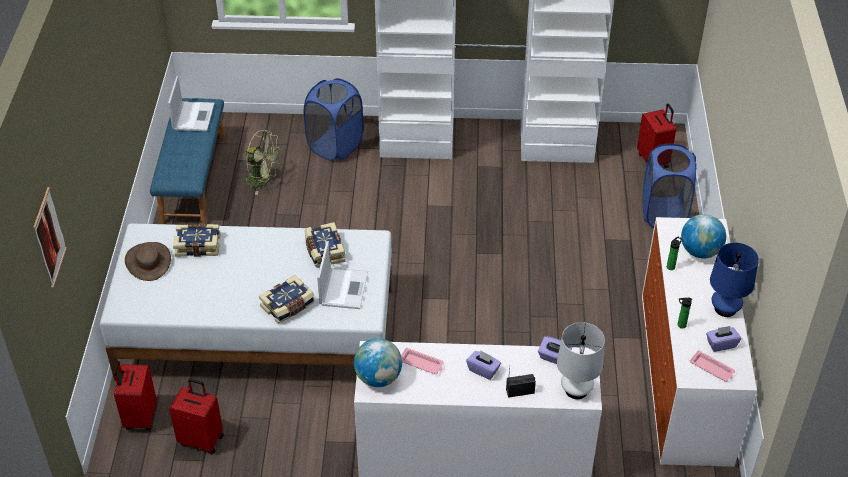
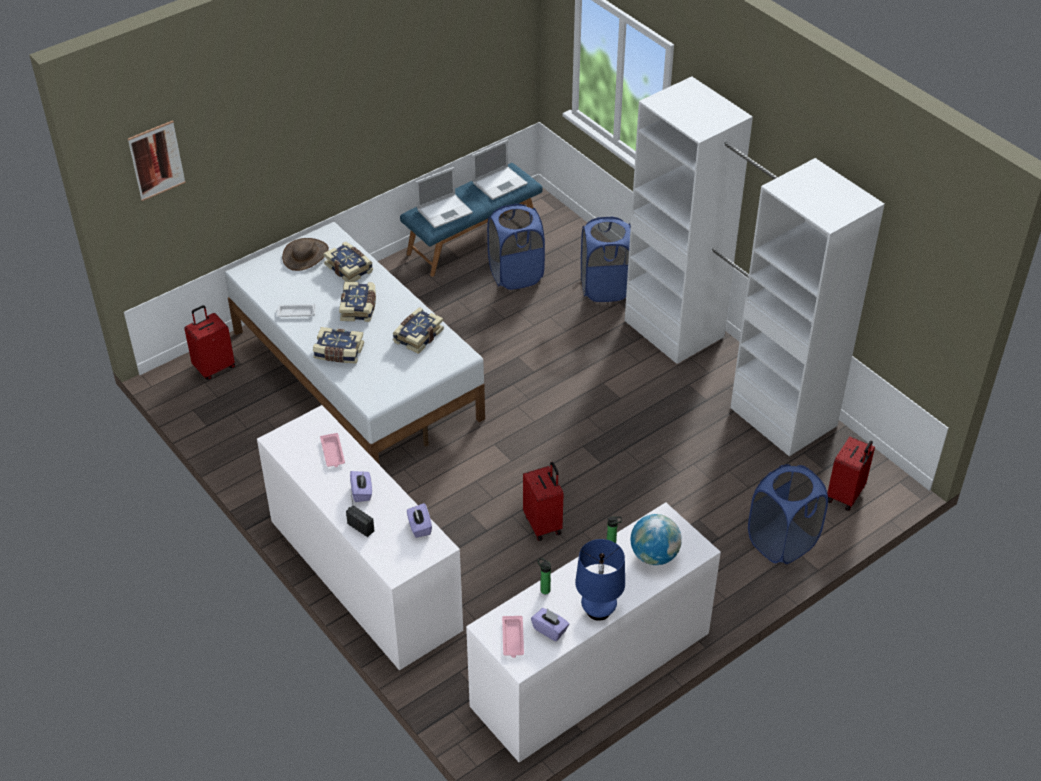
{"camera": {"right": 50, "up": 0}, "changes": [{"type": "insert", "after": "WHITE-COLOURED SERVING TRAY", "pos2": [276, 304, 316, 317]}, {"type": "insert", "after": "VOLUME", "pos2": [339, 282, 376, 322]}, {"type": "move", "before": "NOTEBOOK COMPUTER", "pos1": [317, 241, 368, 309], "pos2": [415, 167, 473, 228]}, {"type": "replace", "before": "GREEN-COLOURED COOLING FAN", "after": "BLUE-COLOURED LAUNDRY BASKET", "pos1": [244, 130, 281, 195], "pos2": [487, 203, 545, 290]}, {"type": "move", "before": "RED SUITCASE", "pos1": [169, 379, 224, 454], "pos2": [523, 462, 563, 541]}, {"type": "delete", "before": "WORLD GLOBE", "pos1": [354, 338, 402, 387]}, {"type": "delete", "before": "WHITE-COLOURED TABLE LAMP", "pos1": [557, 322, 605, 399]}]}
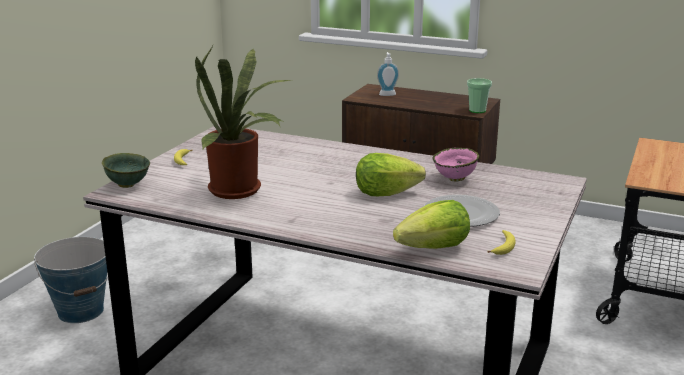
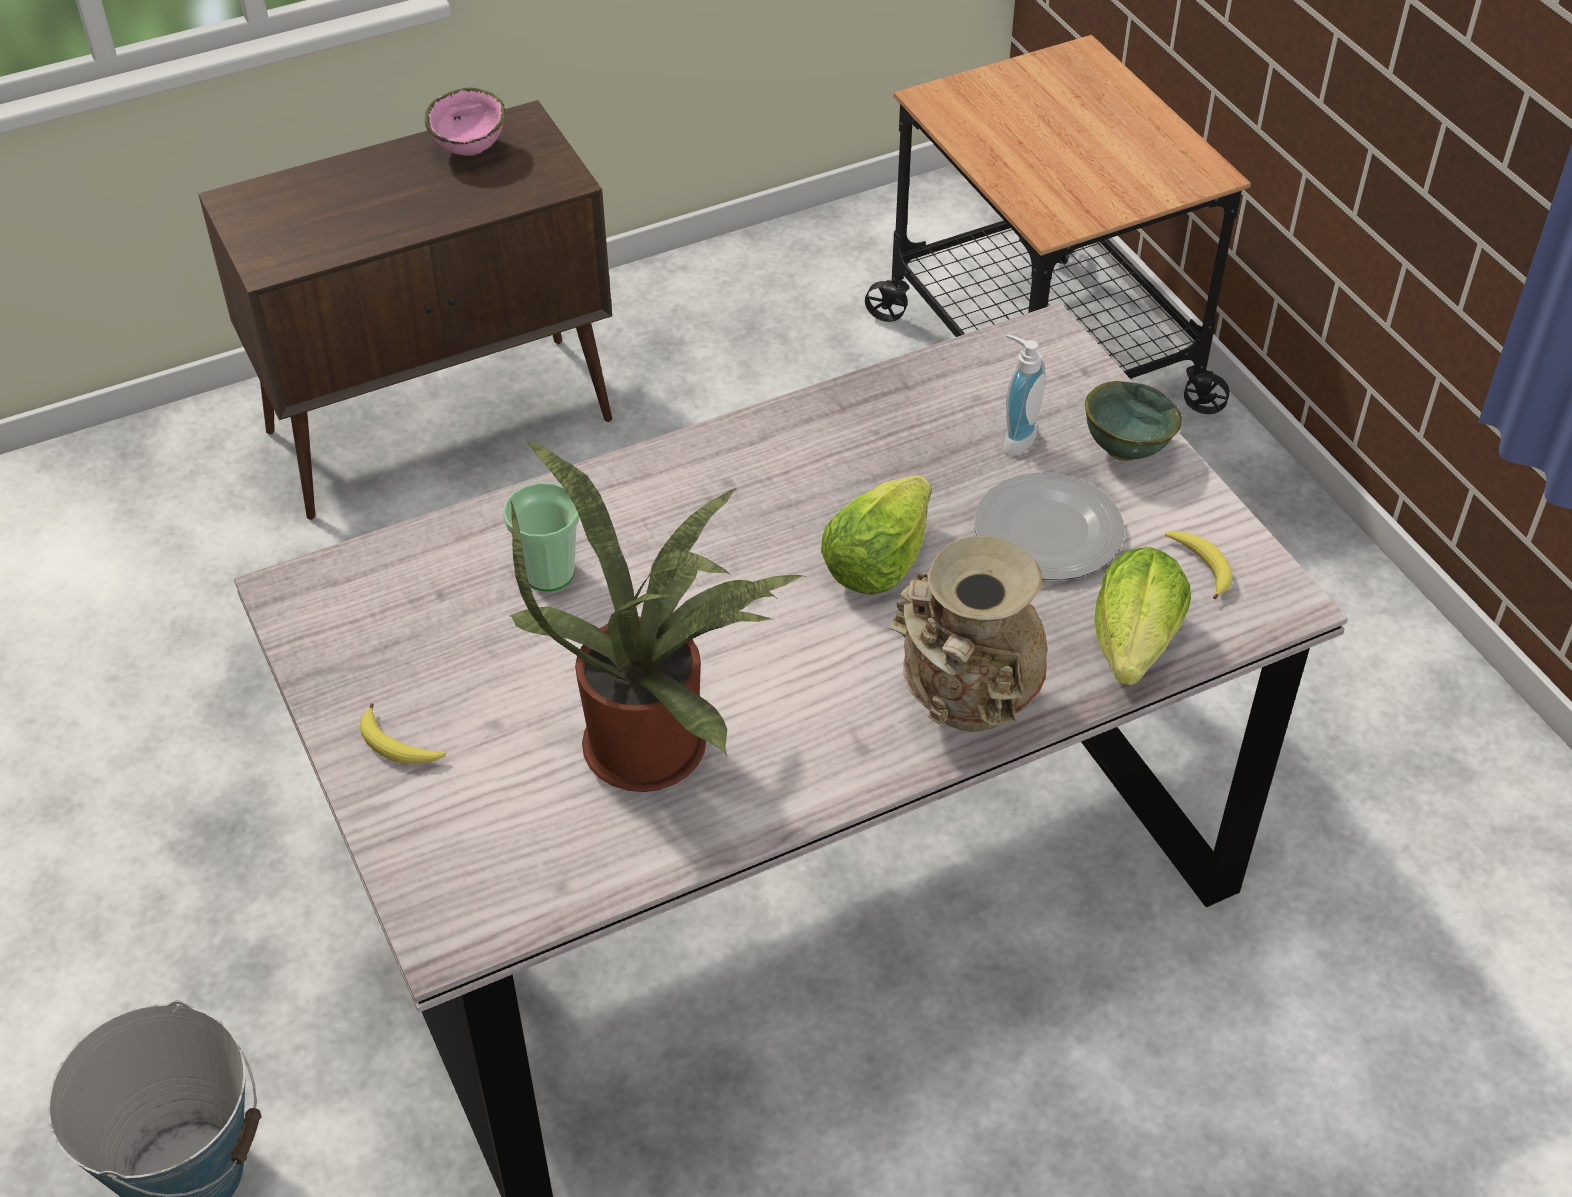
{"camera": {"right": -50, "up": 25}, "changes": [{"type": "move", "before": "PINK SERVING BOWL", "pos1": [433, 148, 479, 182], "pos2": [425, 88, 505, 156]}, {"type": "move", "before": "CUP", "pos1": [467, 78, 492, 113], "pos2": [503, 482, 580, 592]}, {"type": "insert", "after": "BEIGE-COLOURED DECORATIVE VASE", "pos2": [888, 536, 1047, 732]}, {"type": "move", "before": "SOAP BOTTLE", "pos1": [377, 52, 399, 96], "pos2": [1003, 335, 1046, 456]}, {"type": "move", "before": "GREEN-COLOURED SERVING BOWL", "pos1": [102, 153, 150, 188], "pos2": [1085, 381, 1182, 461]}]}
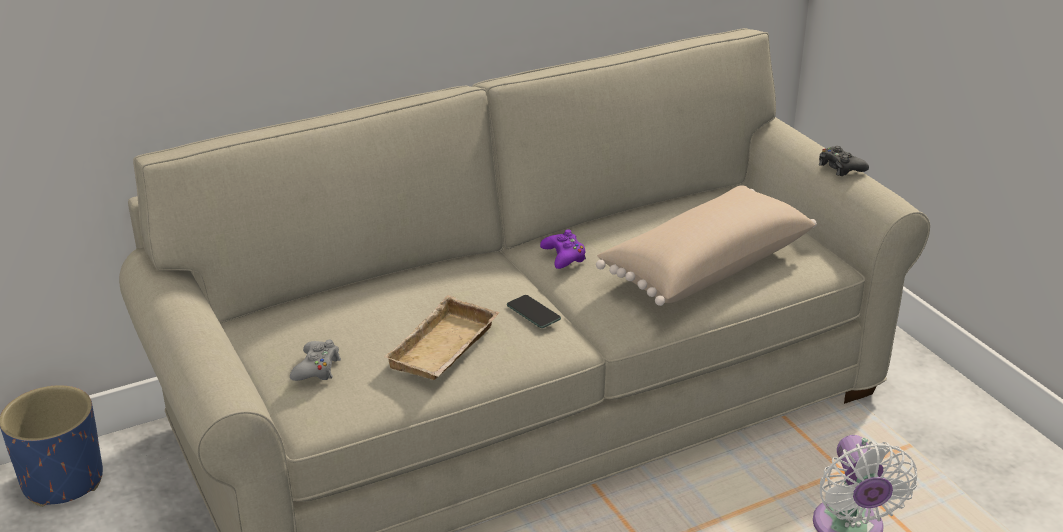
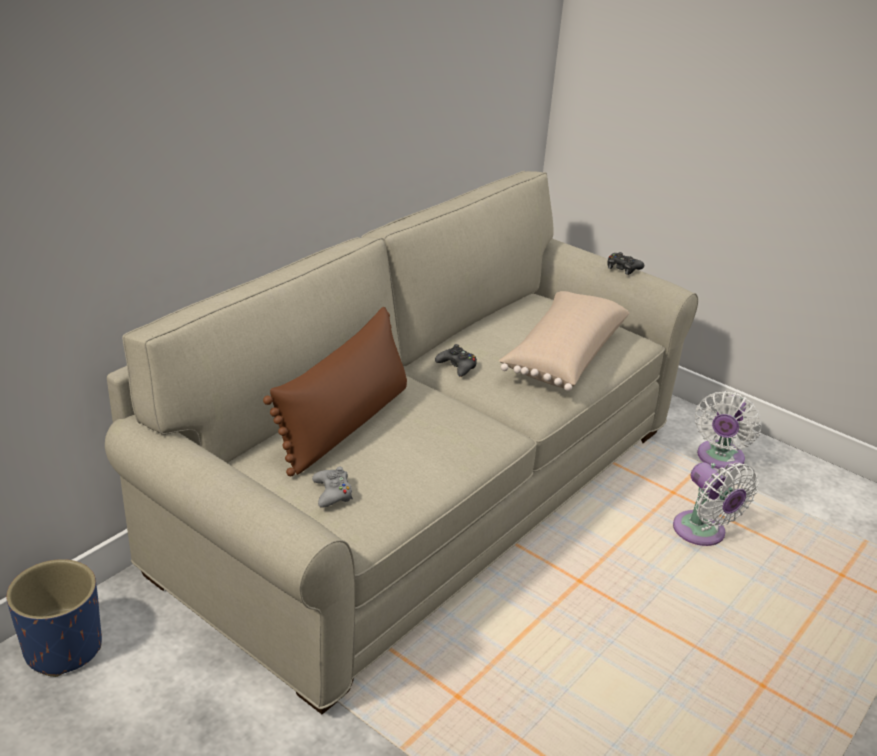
{"camera": {"right": -25, "up": 0}, "changes": [{"type": "insert", "after": "BROWNISH CUSHION", "pos2": [263, 307, 407, 476]}, {"type": "recolor", "before": "PURPLE-COLOURED GAME CONTROLLER", "after": "BLACK GAME CONTROLLER", "pos1": [540, 230, 586, 269], "pos2": [435, 344, 477, 377]}, {"type": "insert", "after": "WHITE-COLOURED COOLING FAN", "pos2": [695, 391, 762, 470]}, {"type": "delete", "before": "BEIGE-COLOURED SERVING TRAY", "pos1": [384, 295, 500, 380]}, {"type": "delete", "before": "PHONE", "pos1": [507, 295, 561, 328]}]}
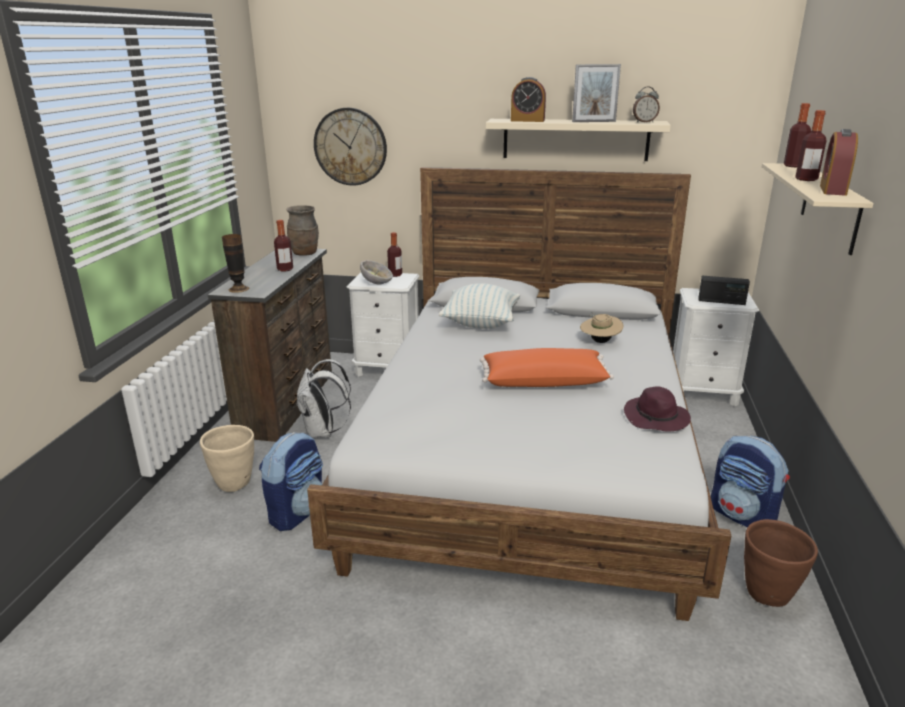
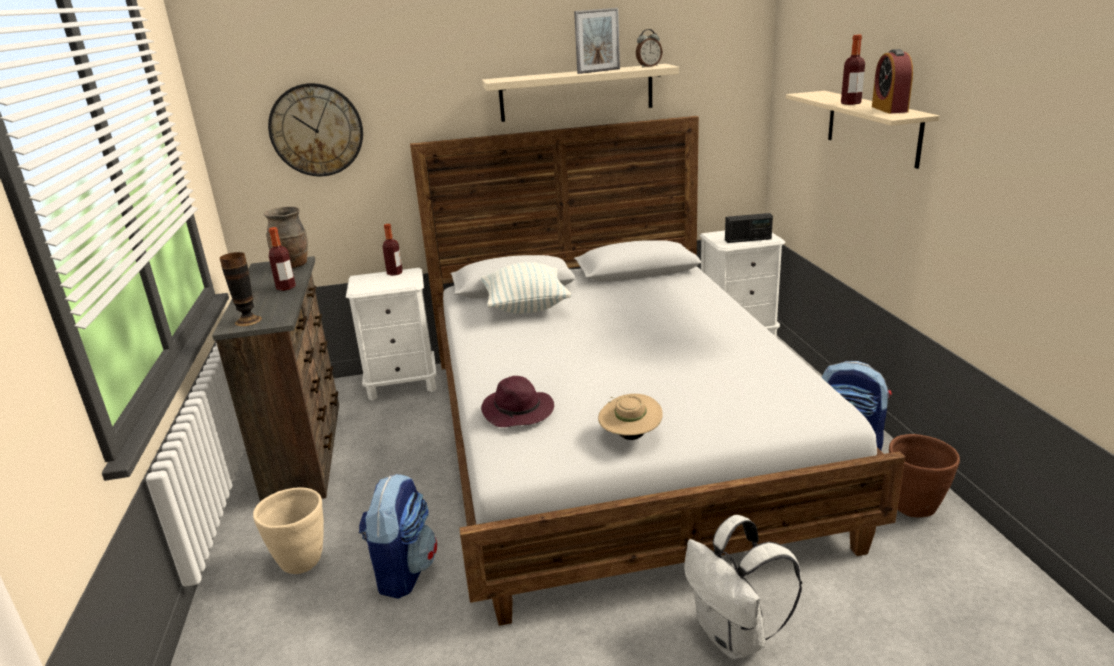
{"camera": {"right": -20, "up": 0}, "changes": [{"type": "move", "before": "PURPLE-COLOURED WEARABLE HAT", "pos1": [624, 387, 691, 431], "pos2": [481, 376, 554, 427]}, {"type": "move", "before": "BEIGE-COLOURED WEARABLE HAT", "pos1": [580, 312, 623, 343], "pos2": [598, 394, 663, 440]}, {"type": "move", "before": "WHITE-COLOURED RUCKSACK", "pos1": [296, 359, 351, 438], "pos2": [684, 515, 802, 660]}, {"type": "delete", "before": "SERVING BOWL", "pos1": [360, 260, 393, 285]}, {"type": "delete", "before": "ORANGE CUSHION", "pos1": [480, 348, 614, 387]}, {"type": "delete", "before": "TABLE CLOCK", "pos1": [511, 77, 546, 122]}, {"type": "delete", "before": "BOTTLE", "pos1": [784, 103, 811, 167]}]}
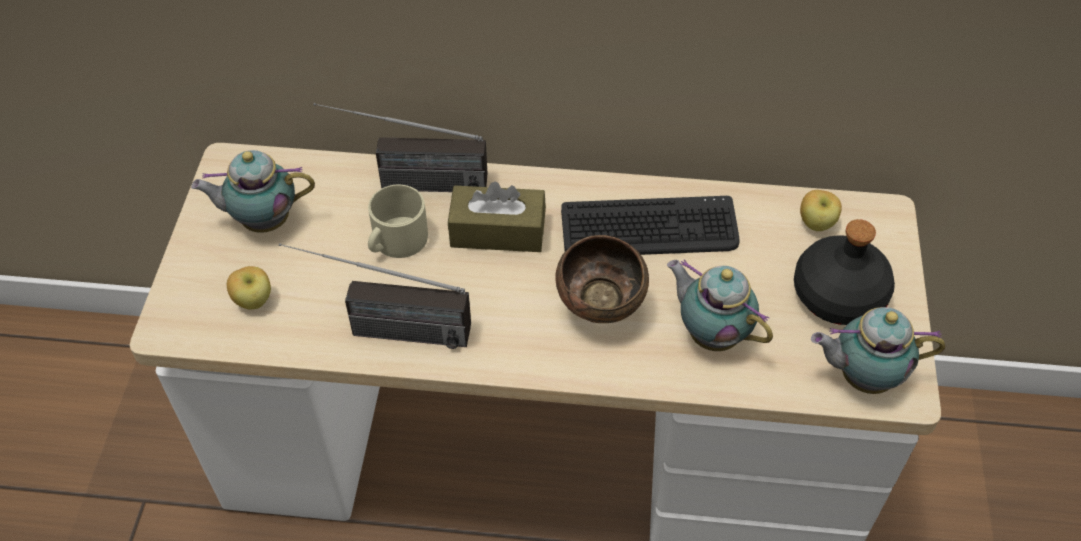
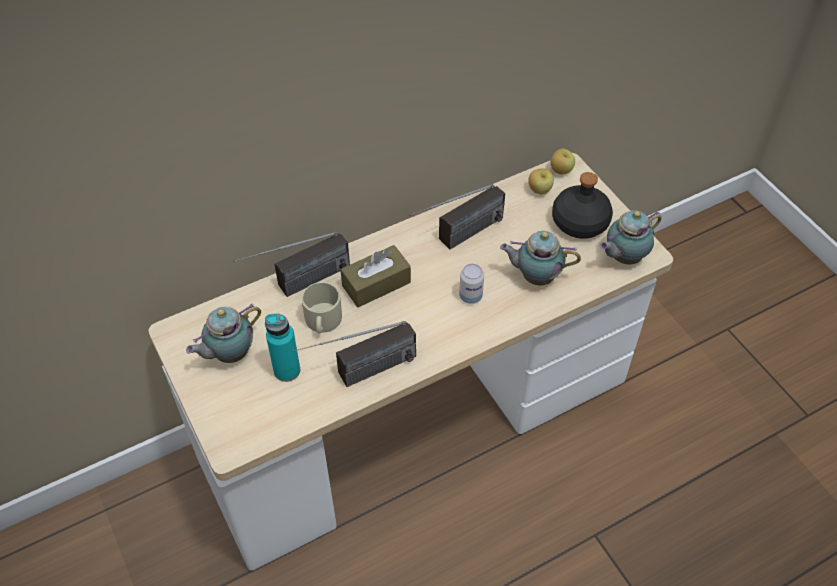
{"camera": {"right": -35, "up": 0}, "changes": [{"type": "insert", "after": "TURQUOISE-COLOURED BOTTLE", "pos2": [265, 313, 300, 382]}, {"type": "replace", "before": "KEYBOARD", "after": "RADIO", "pos1": [561, 196, 739, 255], "pos2": [409, 184, 505, 250]}, {"type": "replace", "before": "BROWNISH SERVING BOWL", "after": "METAL CAN", "pos1": [555, 235, 649, 323], "pos2": [459, 264, 484, 304]}, {"type": "move", "before": "APPLE", "pos1": [227, 266, 271, 309], "pos2": [550, 149, 575, 174]}]}
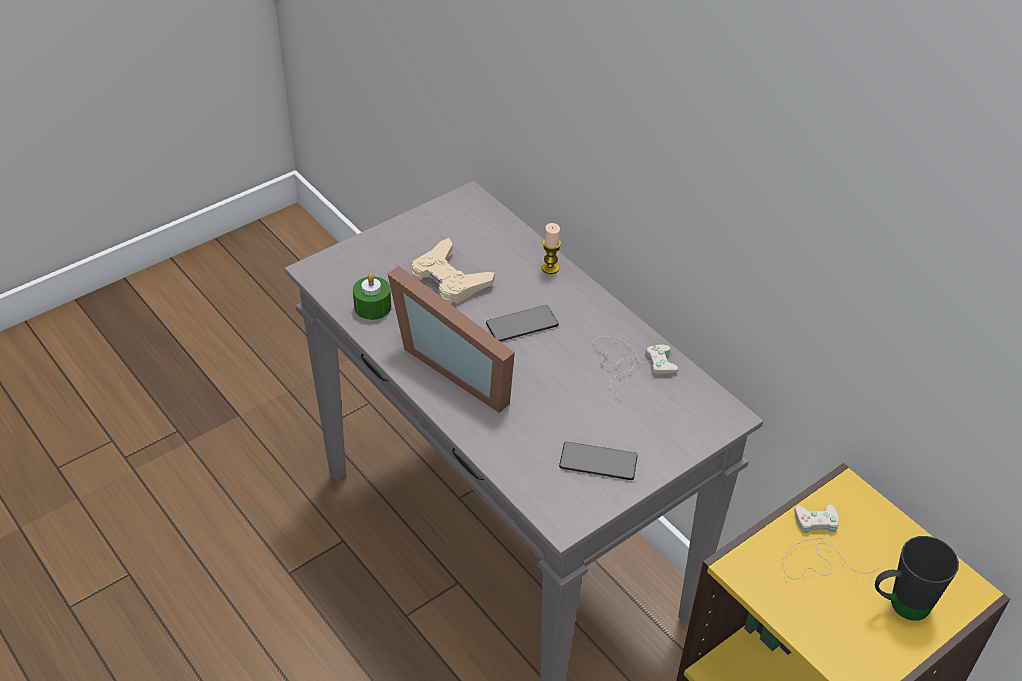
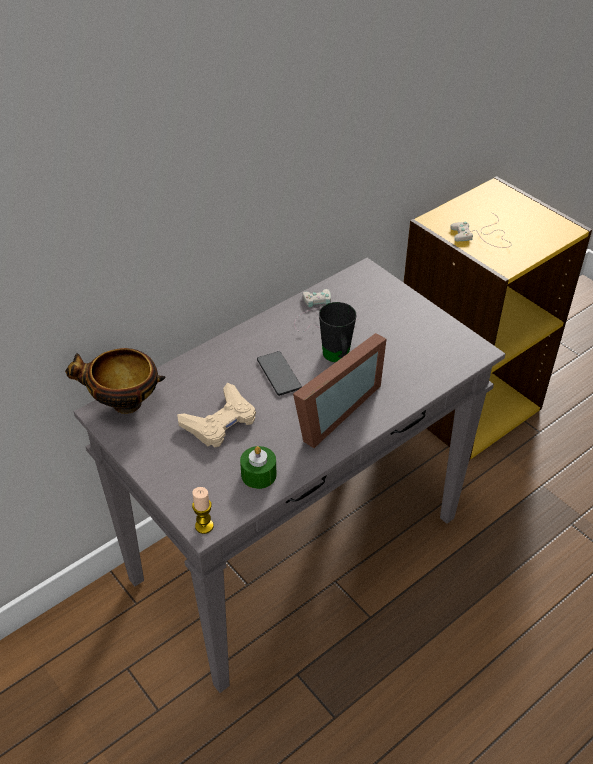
{"camera": {"right": -90, "up": 0}, "changes": [{"type": "insert", "after": "SERVING BOWL", "pos2": [65, 348, 165, 414]}, {"type": "move", "before": "WAX LIGHT", "pos1": [542, 223, 561, 274], "pos2": [192, 487, 214, 534]}, {"type": "move", "before": "BLACK TEA MUG", "pos1": [875, 536, 959, 621], "pos2": [319, 302, 357, 362]}, {"type": "delete", "before": "PHONE", "pos1": [559, 442, 638, 480]}]}
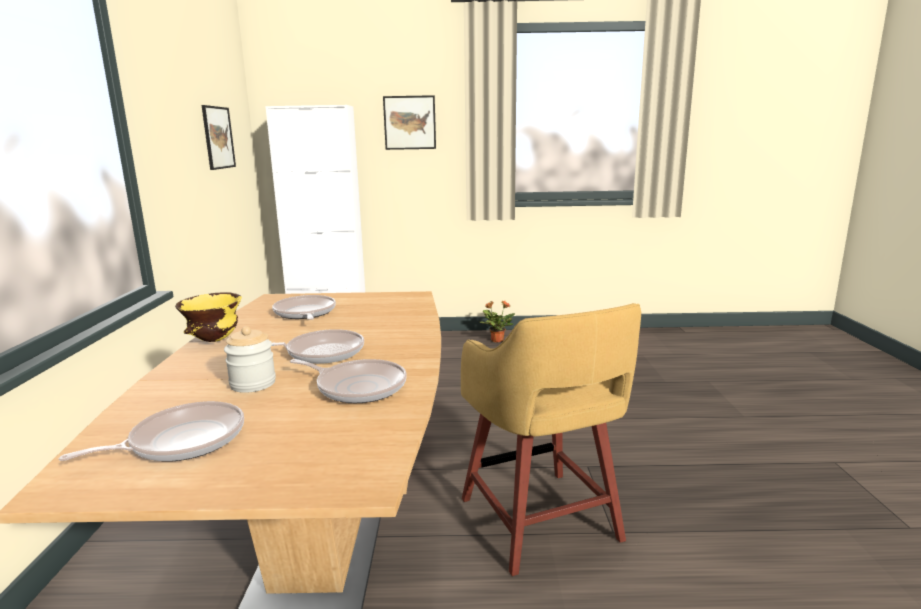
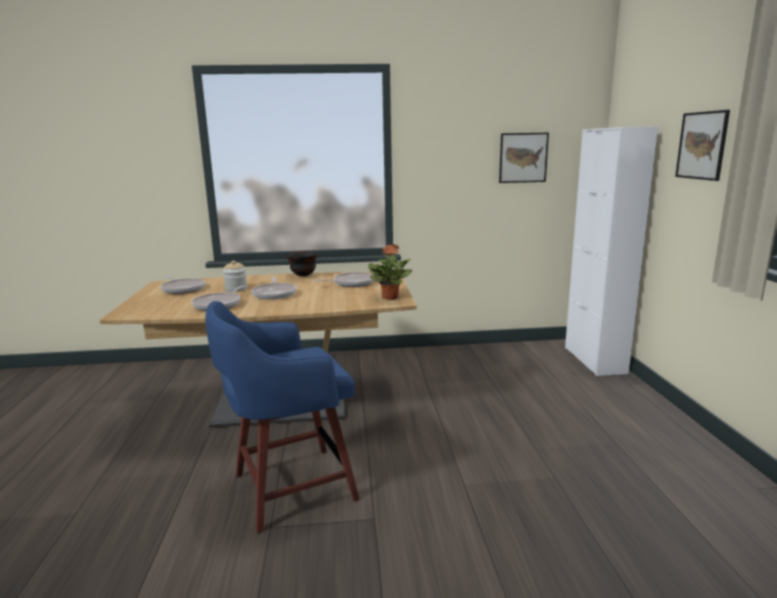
{"camera": {"right": 85, "up": 0}, "changes": [{"type": "recolor", "before": "YELLOW-COLOURED SITTING STOOL", "after": "BLUE-COLOURED SITTING STOOL", "pos1": [461, 303, 641, 576], "pos2": [206, 301, 359, 533]}, {"type": "recolor", "before": "YELLOW-COLOURED SERVING BOWL", "after": "BLACK SERVING BOWL", "pos1": [175, 293, 242, 342], "pos2": [285, 251, 319, 276]}, {"type": "move", "before": "POTTED PLANT", "pos1": [479, 301, 515, 343], "pos2": [368, 244, 412, 300]}]}
